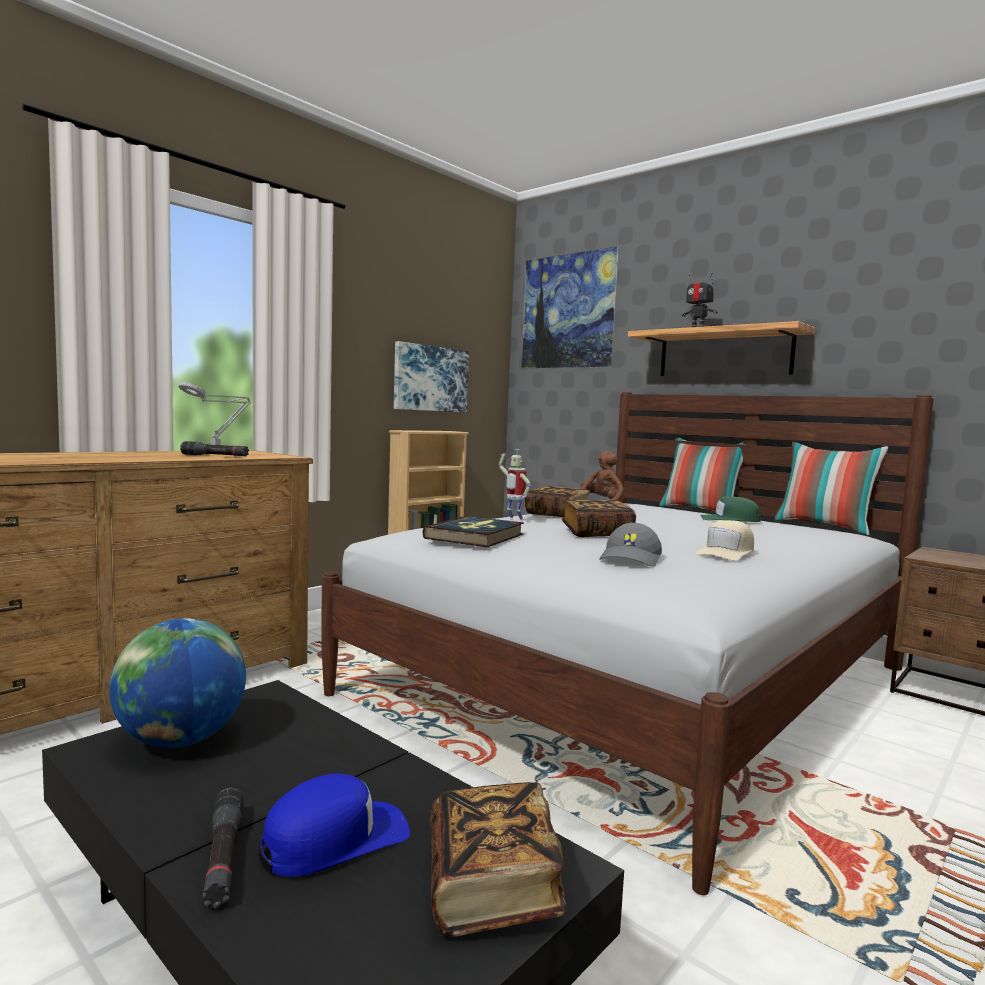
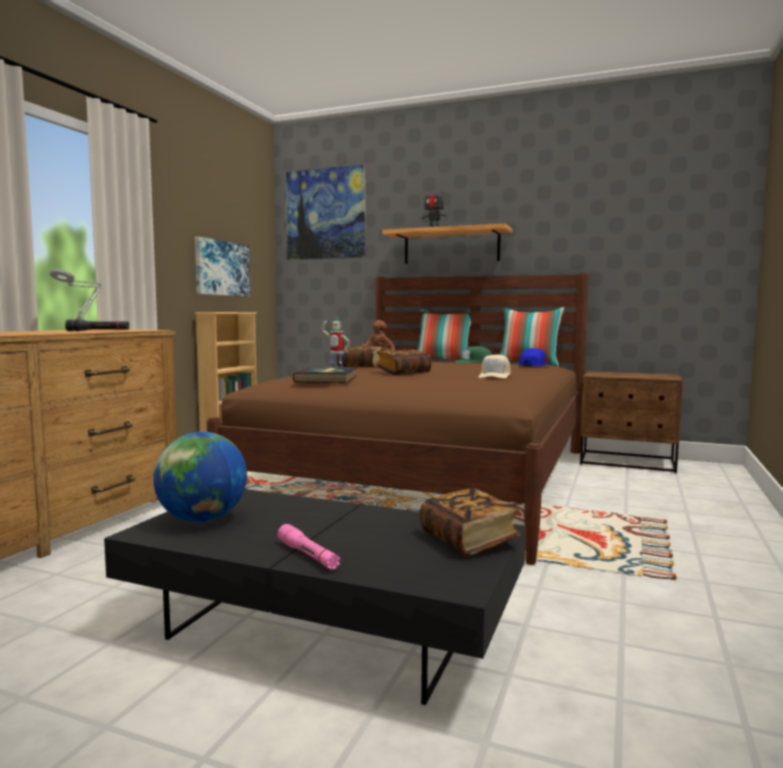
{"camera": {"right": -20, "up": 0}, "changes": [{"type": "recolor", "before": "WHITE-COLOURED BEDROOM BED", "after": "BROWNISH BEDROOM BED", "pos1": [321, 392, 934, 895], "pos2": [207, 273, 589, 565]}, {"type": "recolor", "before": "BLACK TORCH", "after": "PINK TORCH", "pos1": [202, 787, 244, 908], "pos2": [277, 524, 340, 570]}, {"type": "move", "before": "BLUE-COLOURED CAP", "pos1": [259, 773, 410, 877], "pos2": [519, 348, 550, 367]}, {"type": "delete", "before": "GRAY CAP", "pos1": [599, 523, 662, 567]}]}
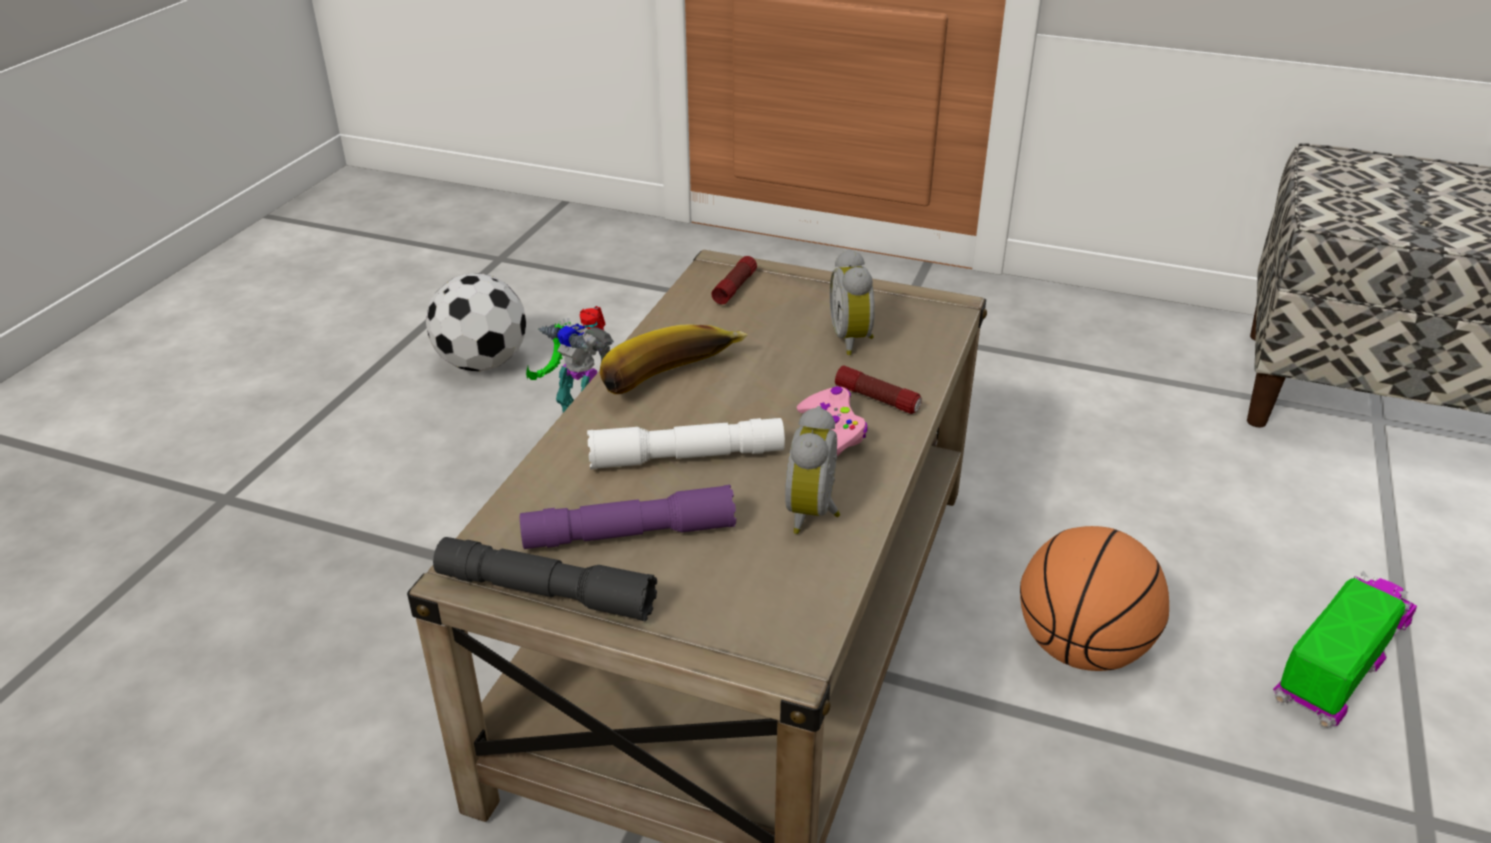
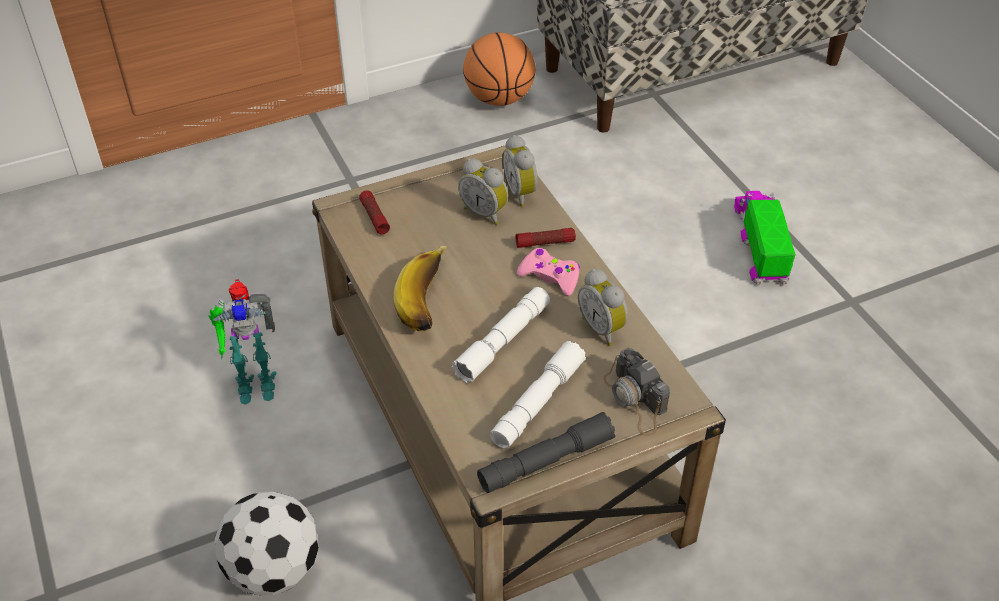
{"camera": {"right": -45, "up": 10}, "changes": [{"type": "move", "before": "FOOTBALL BALL", "pos1": [426, 273, 526, 372], "pos2": [214, 491, 319, 596]}, {"type": "move", "before": "BASKETBALL", "pos1": [1020, 526, 1169, 671], "pos2": [463, 32, 536, 106]}, {"type": "recolor", "before": "PURPLE-COLOURED TORCH", "after": "WHITE-COLOURED TORCH", "pos1": [520, 485, 736, 549], "pos2": [490, 341, 586, 449]}, {"type": "insert", "after": "TABLE CLOCK", "pos2": [502, 135, 538, 207]}, {"type": "insert", "after": "PHOTO CAMERA", "pos2": [603, 348, 670, 436]}]}
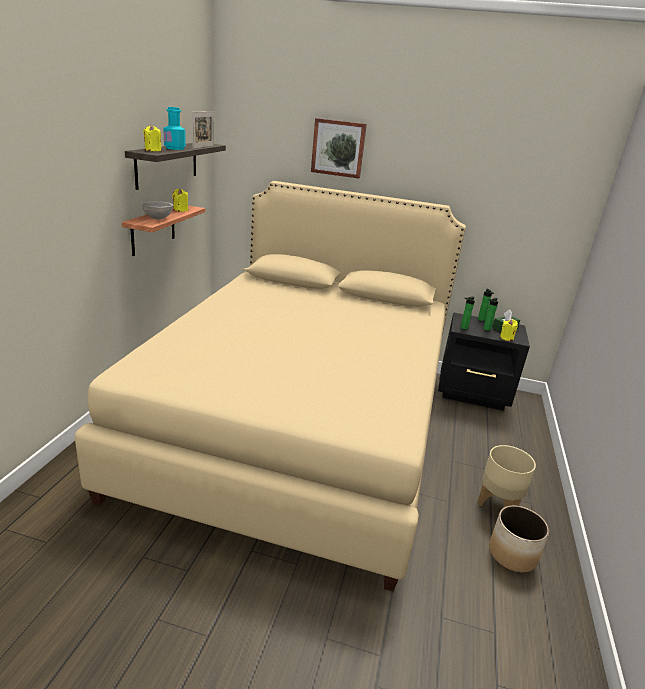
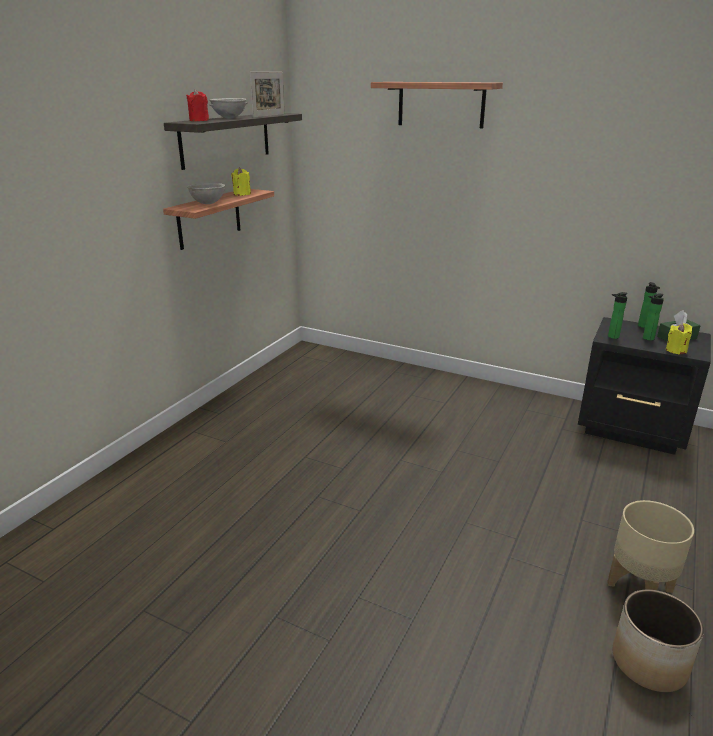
{"camera": {"right": 15, "up": 0}, "changes": [{"type": "recolor", "before": "YELLOW-COLOURED WAX LIGHT", "after": "RED WAX LIGHT", "pos1": [143, 125, 162, 151], "pos2": [186, 89, 209, 121]}, {"type": "replace", "before": "TURQUOISE-COLOURED BOTTLE", "after": "GRAY SERVING BOWL", "pos1": [163, 107, 186, 150], "pos2": [209, 98, 248, 119]}, {"type": "replace", "before": "PICTURE", "after": "BRACKET SHELF", "pos1": [311, 118, 367, 178], "pos2": [371, 82, 503, 128]}, {"type": "delete", "before": "BEIGE-COLOURED BEDROOM BED", "pos1": [75, 181, 466, 591]}]}
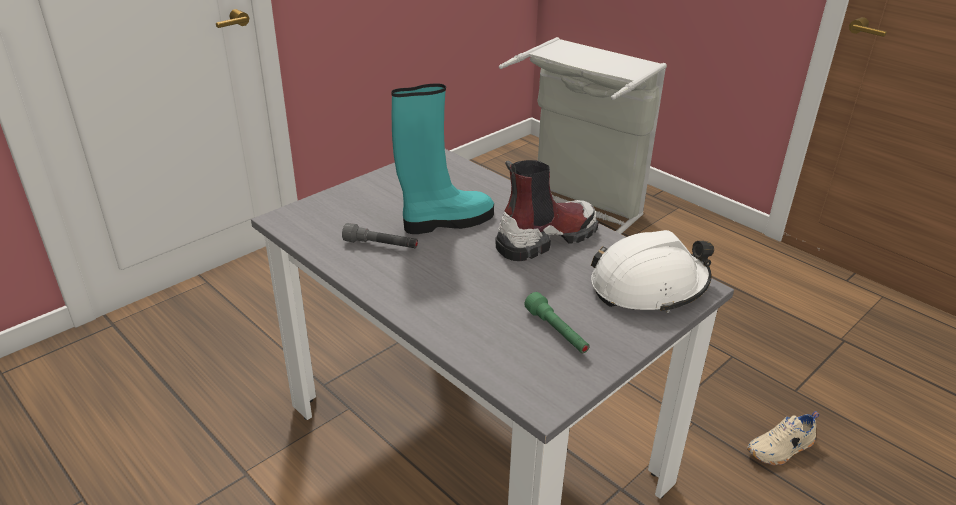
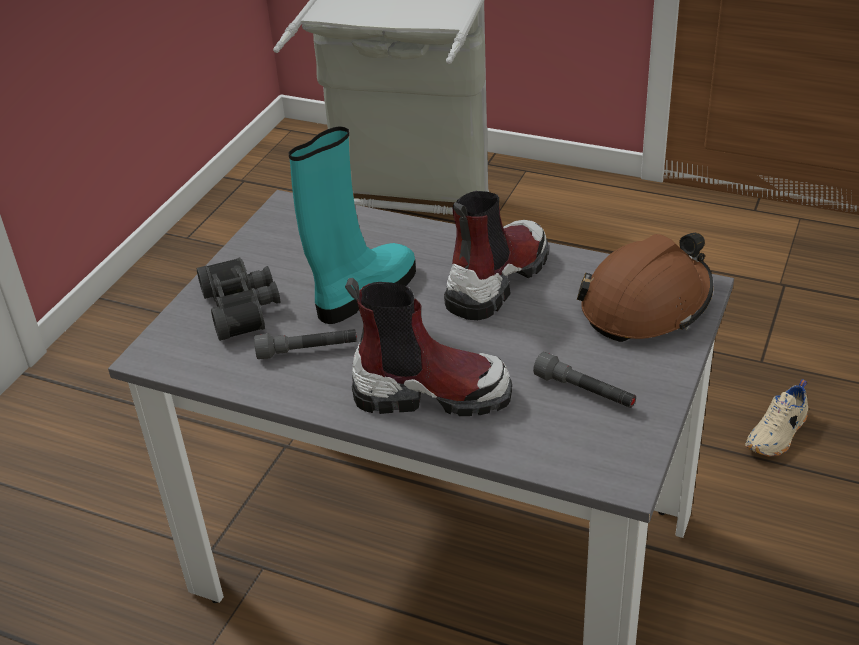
{"camera": {"right": -20, "up": 5}, "changes": [{"type": "insert", "after": "BLACK PAIR OF BINOCULARS", "pos2": [197, 257, 280, 341]}, {"type": "insert", "after": "BOOT", "pos2": [345, 278, 512, 416]}, {"type": "recolor", "before": "GREEN-COLOURED TORCH", "after": "GRAY TORCH", "pos1": [524, 292, 590, 353], "pos2": [533, 352, 636, 408]}, {"type": "recolor", "before": "WHITE-COLOURED HARD HAT", "after": "BROWNISH HARD HAT", "pos1": [591, 230, 714, 313], "pos2": [577, 233, 713, 342]}]}
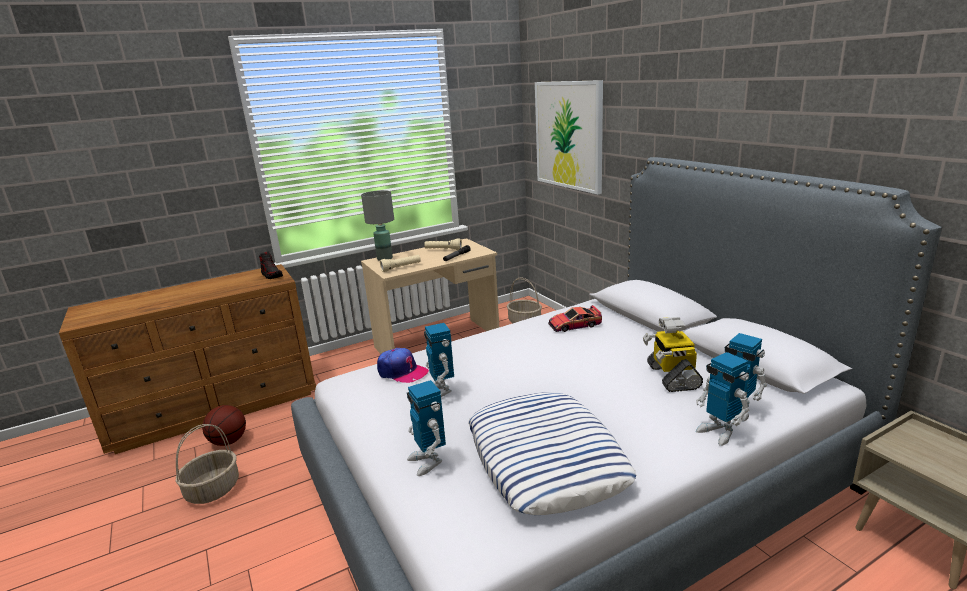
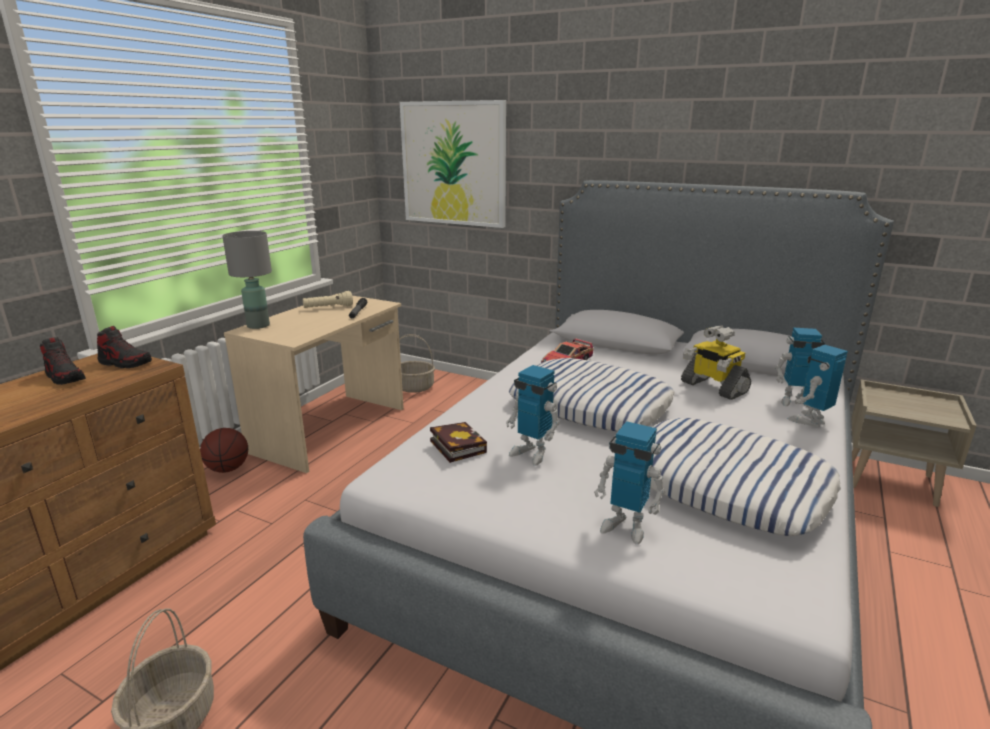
{"camera": {"right": -35, "up": 0}, "changes": [{"type": "insert", "after": "SHOE", "pos2": [40, 337, 86, 385]}, {"type": "move", "before": "BASKETBALL", "pos1": [202, 405, 246, 446], "pos2": [200, 428, 248, 473]}, {"type": "replace", "before": "CAP", "after": "VOLUME", "pos1": [377, 348, 429, 383], "pos2": [430, 422, 487, 463]}, {"type": "insert", "after": "CUSHION", "pos2": [509, 358, 675, 432]}, {"type": "rotate", "before": "TOY ROBOT", "pos1": [696, 352, 749, 446], "pos2": [788, 345, 848, 427], "turn": 120}, {"type": "delete", "before": "BEIGE-COLOURED TORCH", "pos1": [380, 255, 421, 272]}]}
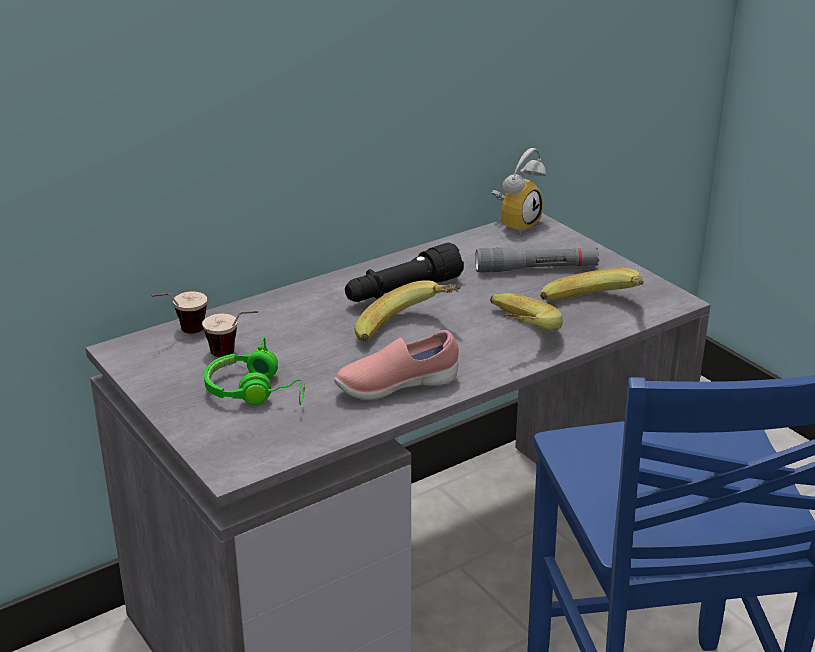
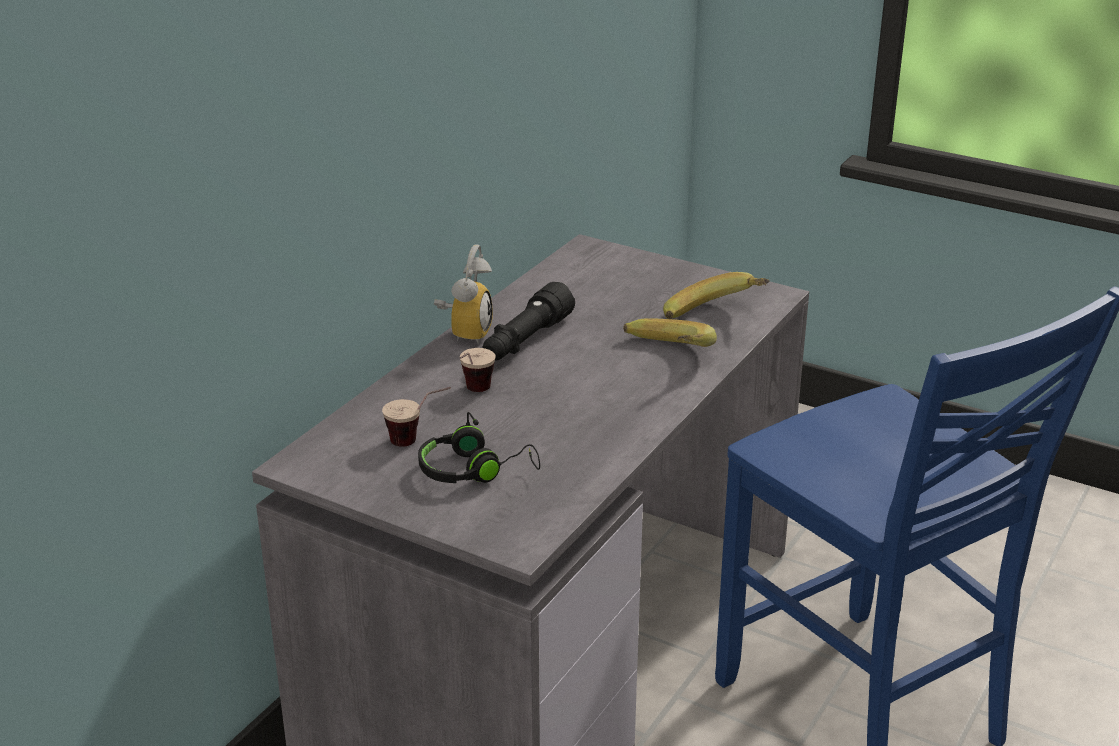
{"camera": {"right": -25, "up": 0}, "changes": [{"type": "recolor", "before": "GREEN-COLOURED PAIR OF HEADPHONES", "after": "BLACK PAIR OF HEADPHONES", "pos1": [204, 337, 305, 405], "pos2": [418, 412, 540, 483]}, {"type": "move", "before": "TABLE CLOCK", "pos1": [492, 148, 546, 235], "pos2": [434, 245, 493, 345]}, {"type": "move", "before": "CUP", "pos1": [151, 291, 207, 334], "pos2": [460, 348, 496, 392]}, {"type": "delete", "before": "PINK SHOE", "pos1": [334, 330, 459, 400]}, {"type": "delete", "before": "BANANA FRUIT", "pos1": [355, 280, 461, 342]}, {"type": "delete", "before": "GRAY TORCH", "pos1": [475, 248, 599, 273]}]}
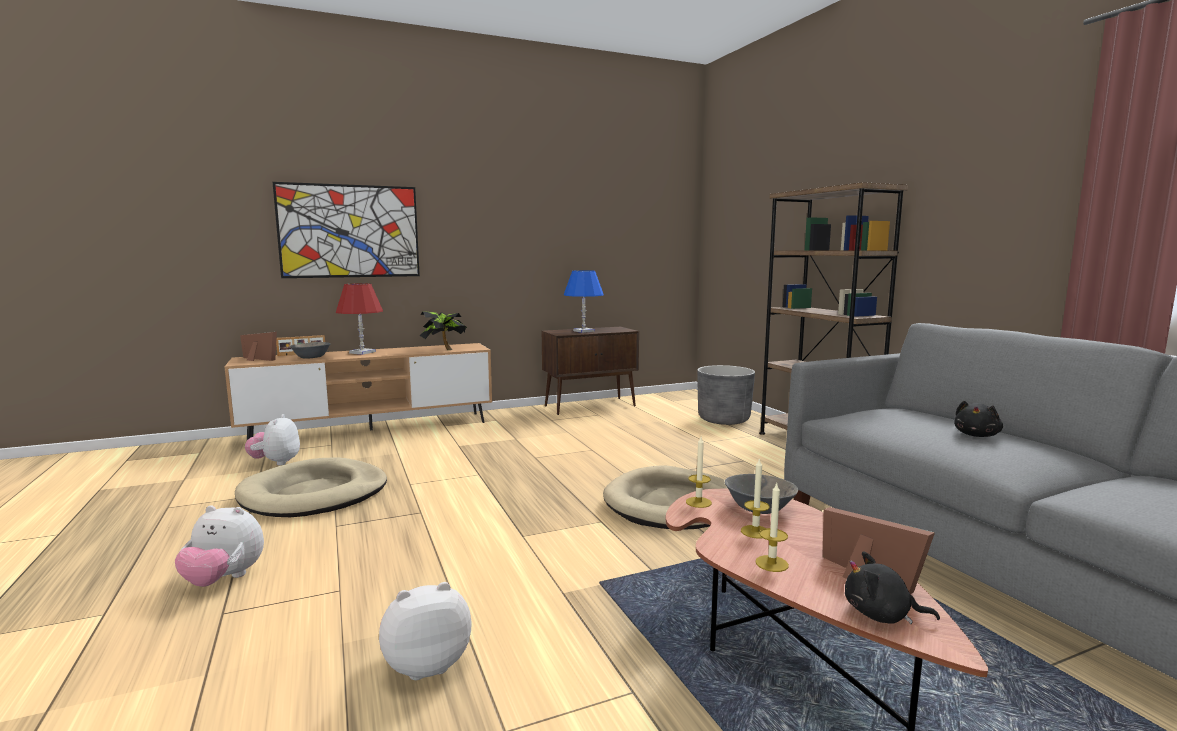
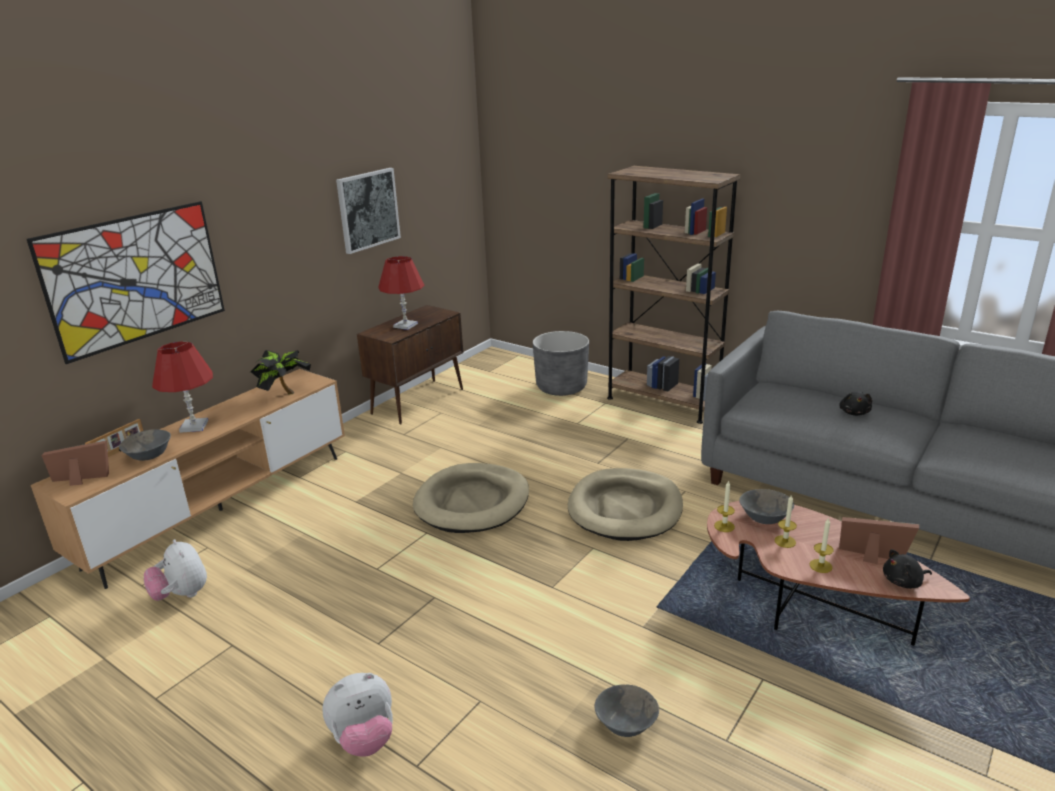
{"camera": {"right": -30, "up": 15}, "changes": [{"type": "insert", "after": "PICTURE", "pos2": [336, 168, 401, 254]}, {"type": "recolor", "before": "BLUE-COLOURED TABLE LAMP", "after": "RED TABLE LAMP", "pos1": [564, 270, 604, 333], "pos2": [378, 256, 425, 330]}, {"type": "move", "before": "BEIGE-COLOURED DOG CUSHION", "pos1": [235, 457, 387, 517], "pos2": [413, 463, 529, 533]}, {"type": "replace", "before": "CUDDLY TOY", "after": "GRAY SERVING BOWL", "pos1": [379, 582, 472, 680], "pos2": [595, 684, 659, 737]}]}
